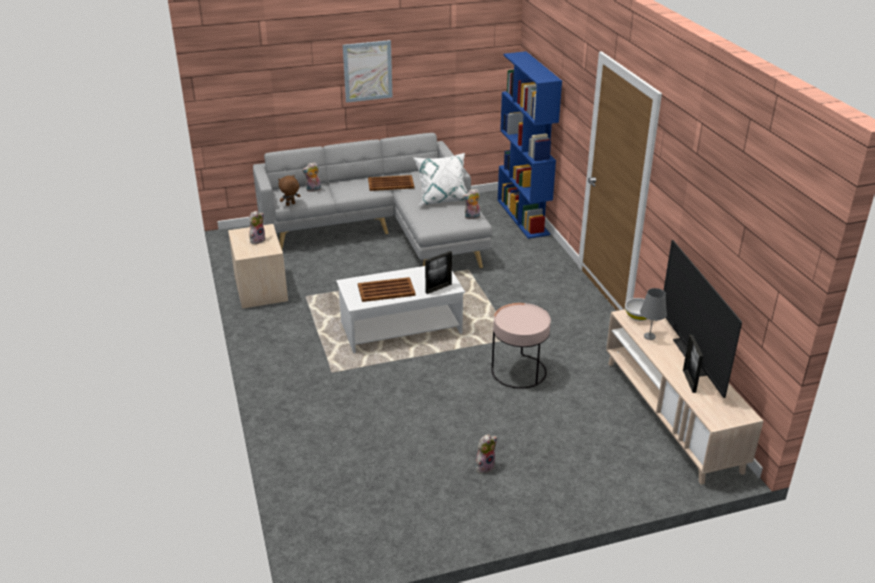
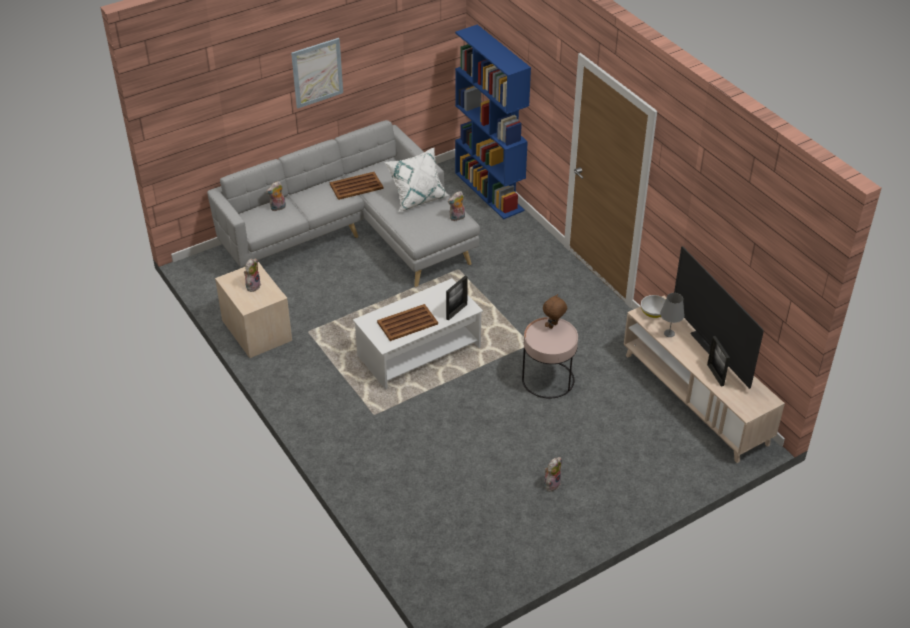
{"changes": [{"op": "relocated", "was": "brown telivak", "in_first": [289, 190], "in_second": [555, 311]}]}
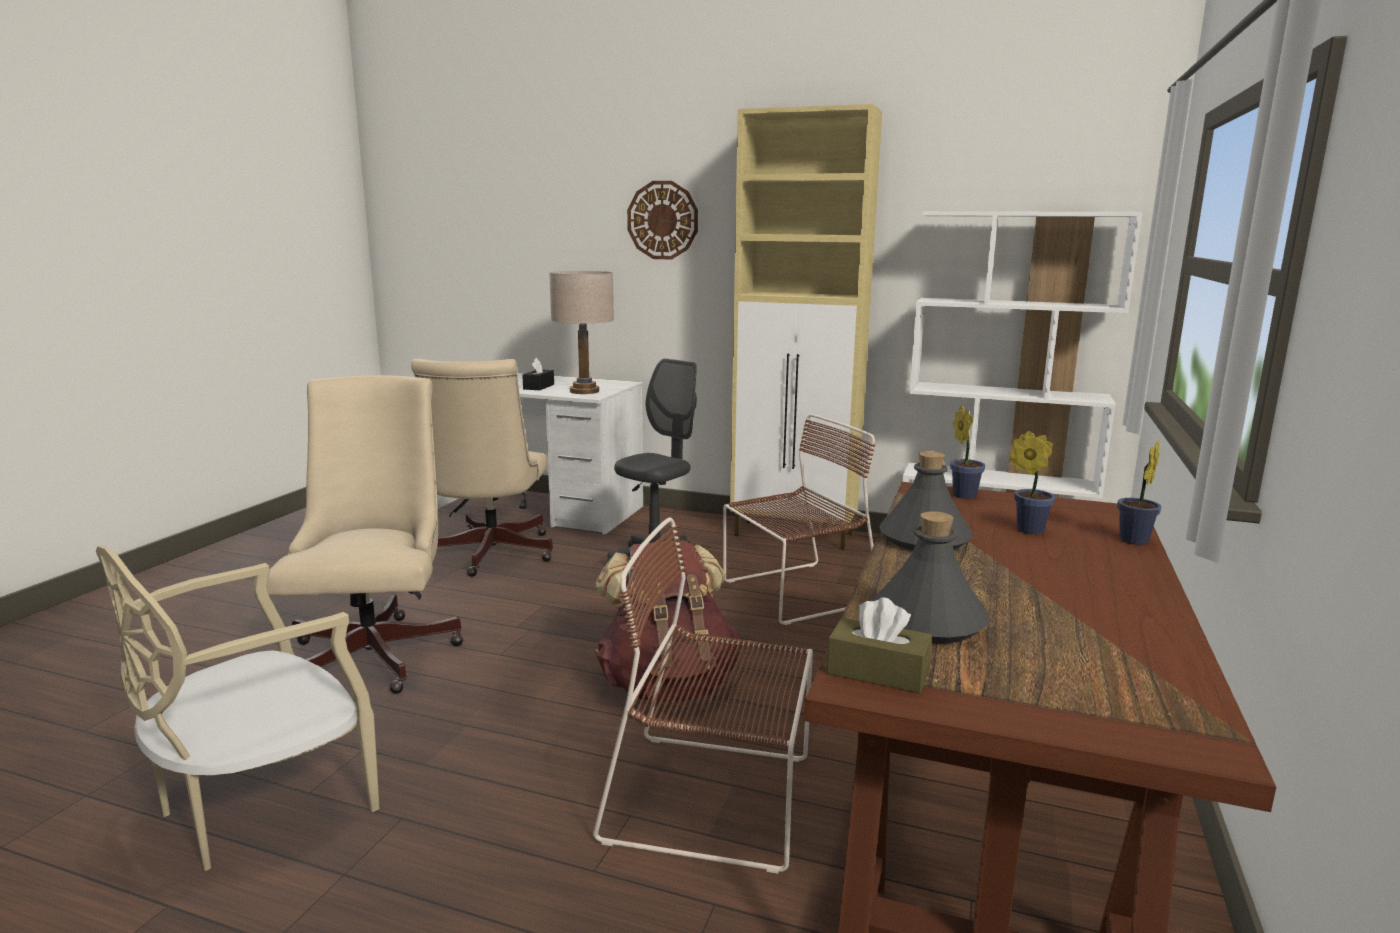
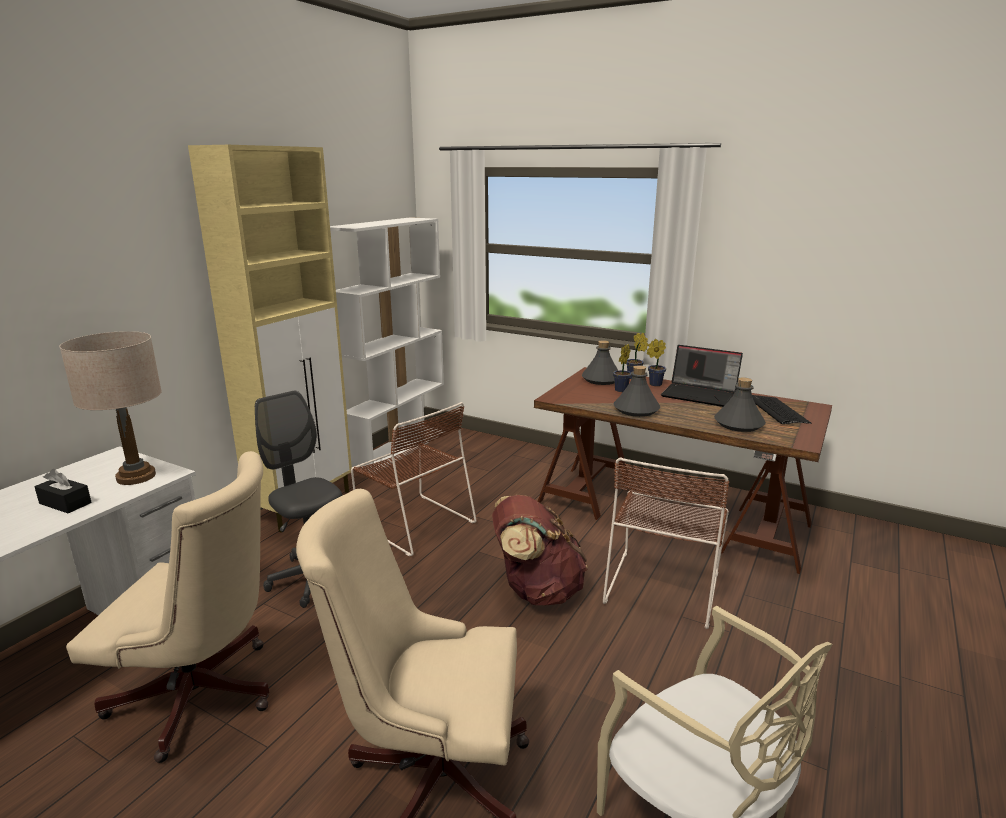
{"changes": [{"op": "spun", "was": "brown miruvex", "in_first": [799, 519], "in_second": [414, 479], "clockwise": 150}, {"op": "appeared", "now": "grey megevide", "in_second": [600, 362]}, {"op": "relocated", "was": "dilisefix", "in_first": [967, 452], "in_second": [656, 362]}, {"op": "appeared", "now": "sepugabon", "in_second": [702, 376]}, {"op": "appeared", "now": "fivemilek", "in_second": [781, 409]}, {"op": "missing", "was": "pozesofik", "in_first": [662, 220]}, {"op": "missing", "was": "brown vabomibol", "in_first": [879, 645]}]}
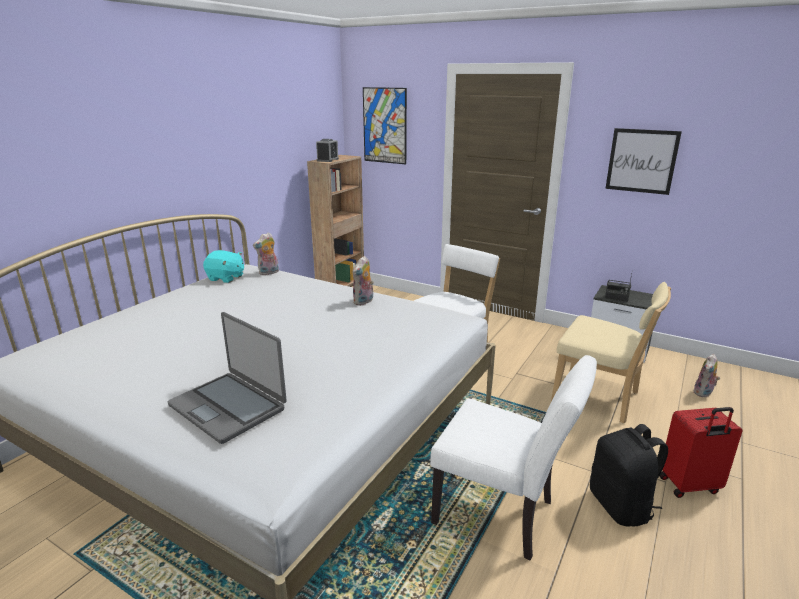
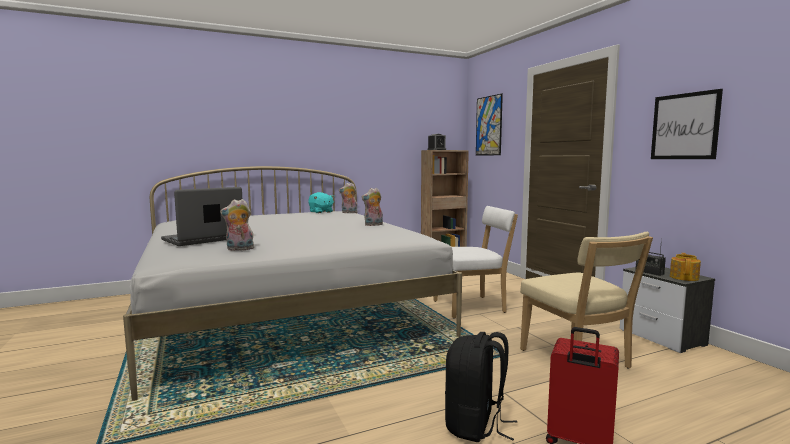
{"changes": [{"op": "spun", "was": "sepugabon", "in_first": [227, 378], "in_second": [201, 216], "clockwise": 60}, {"op": "relocated", "was": "telivak", "in_first": [707, 376], "in_second": [238, 225]}, {"op": "appeared", "now": "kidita", "in_second": [685, 267]}, {"op": "missing", "was": "white miruvex", "in_first": [513, 457]}]}
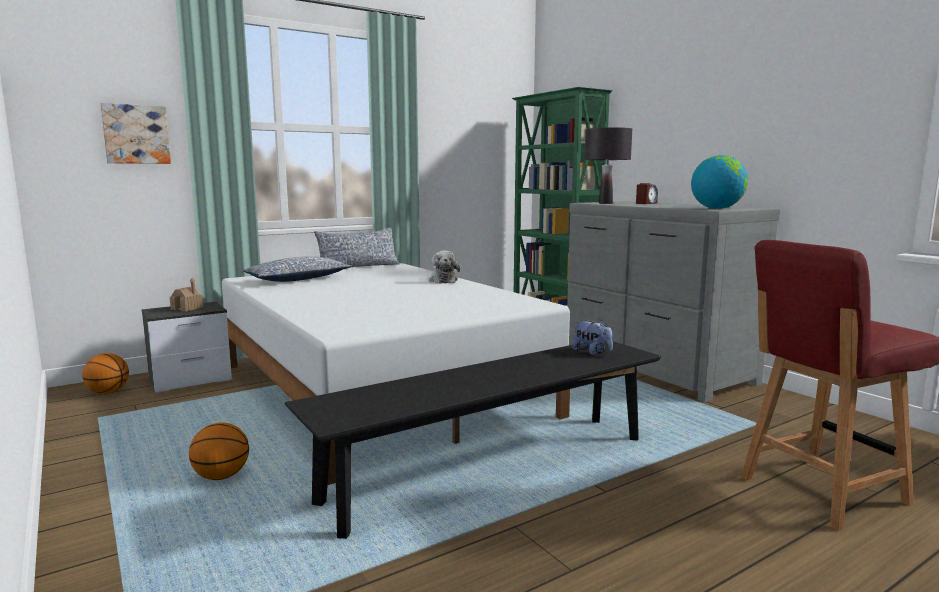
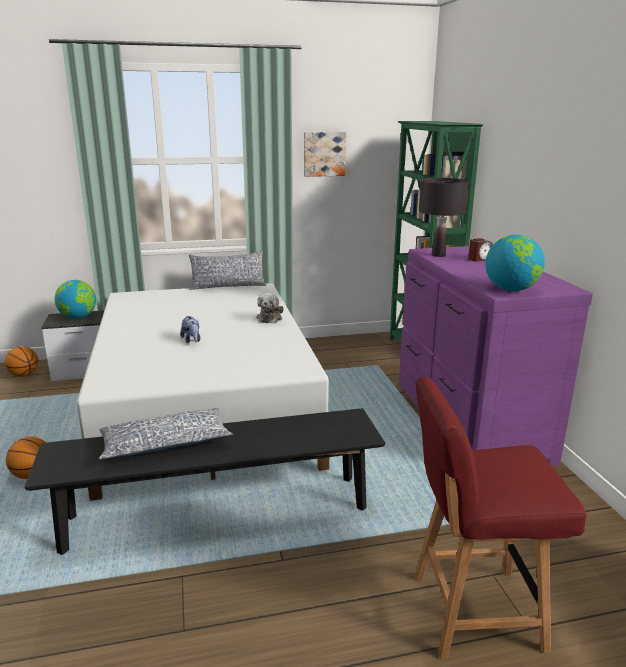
{"changes": [{"op": "exchanged", "was": "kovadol", "now": "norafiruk", "in_first": [186, 295], "in_second": [75, 299]}, {"op": "relocated", "was": "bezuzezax", "in_first": [297, 269], "in_second": [166, 434]}, {"op": "relocated", "was": "telivak", "in_first": [593, 337], "in_second": [190, 329]}, {"op": "relocated", "was": "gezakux", "in_first": [136, 133], "in_second": [325, 154]}, {"op": "colour", "was": "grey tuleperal", "now": "purple tuleperal", "in_first": [673, 301], "in_second": [496, 356]}]}
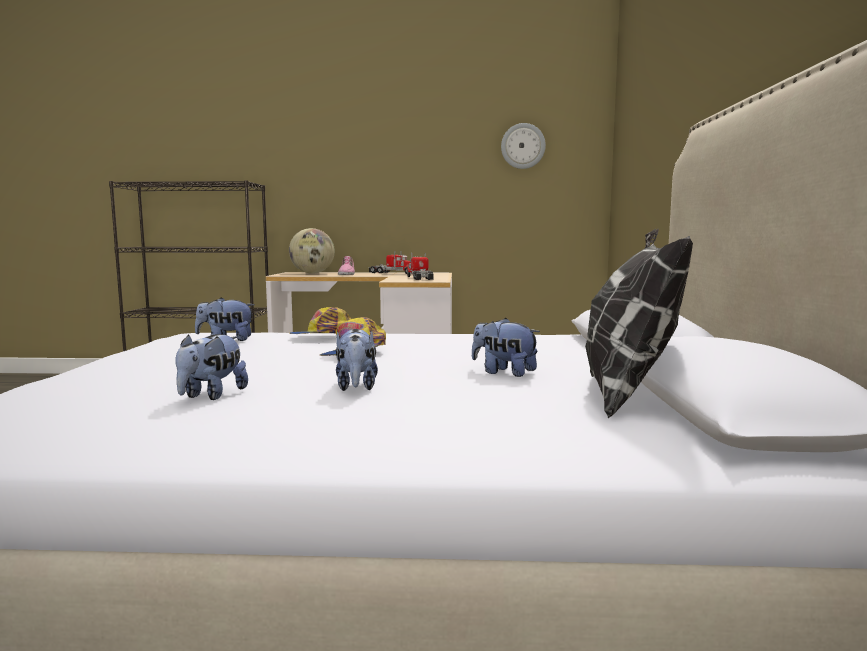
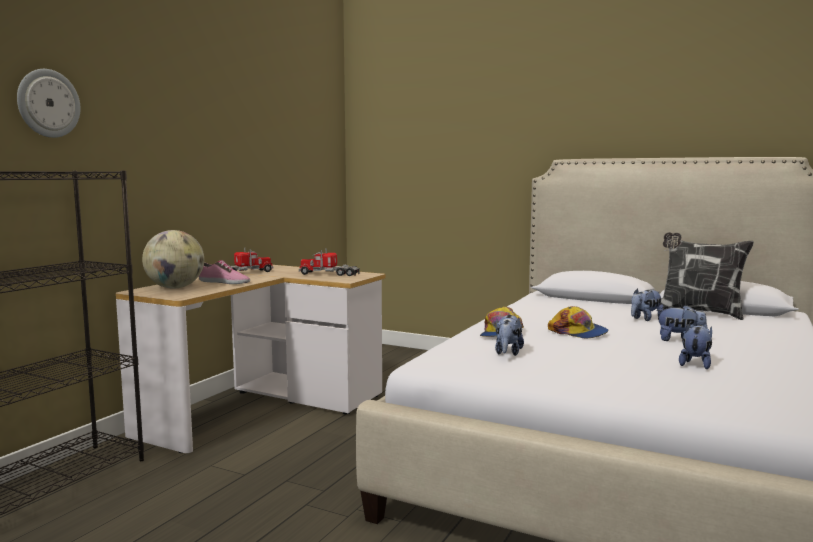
{"changes": [{"op": "relocated", "was": "pozesofik", "in_first": [523, 146], "in_second": [48, 103]}, {"op": "spun", "was": "telivak", "in_first": [212, 367], "in_second": [695, 346], "clockwise": -105}]}
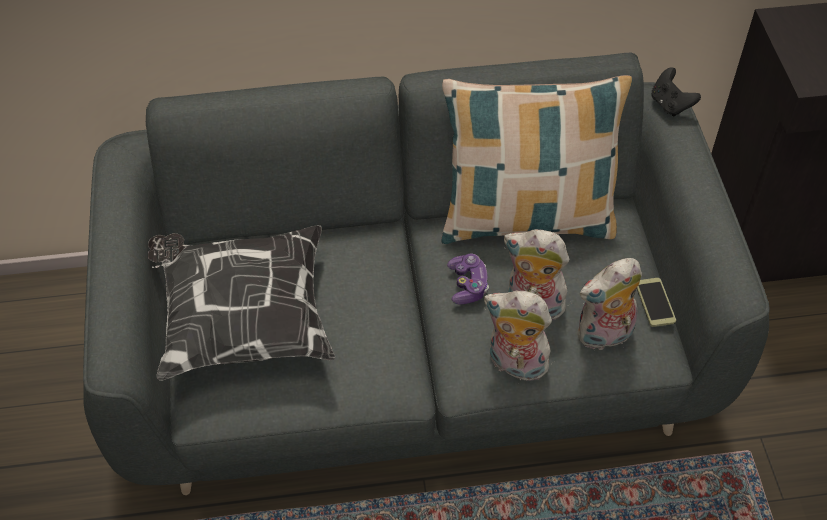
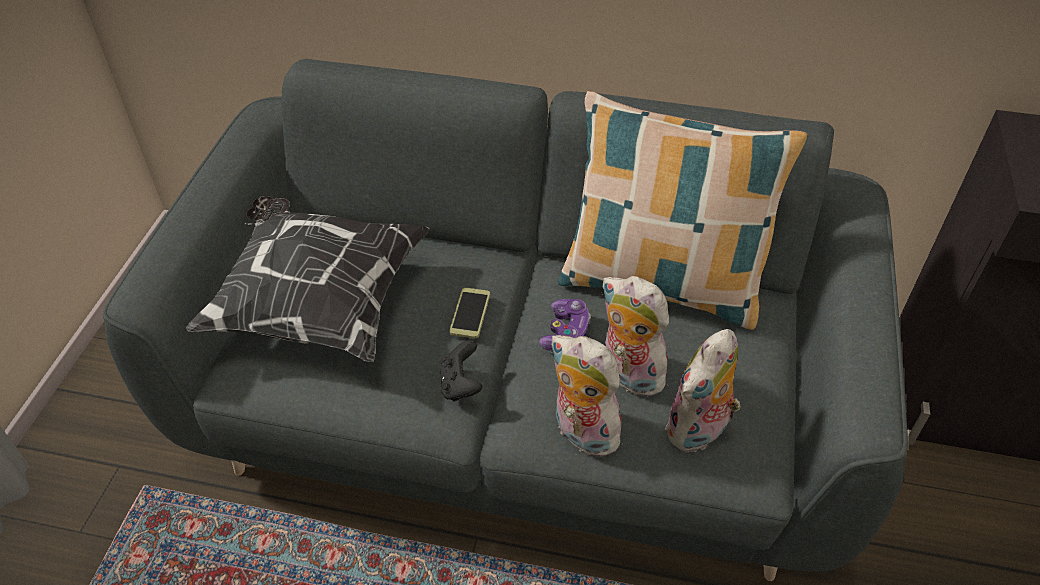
{"changes": [{"op": "relocated", "was": "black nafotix", "in_first": [676, 92], "in_second": [461, 370]}, {"op": "relocated", "was": "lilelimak", "in_first": [656, 302], "in_second": [469, 313]}, {"op": "spun", "was": "telivak", "in_first": [609, 304], "in_second": [703, 391], "clockwise": -45}]}
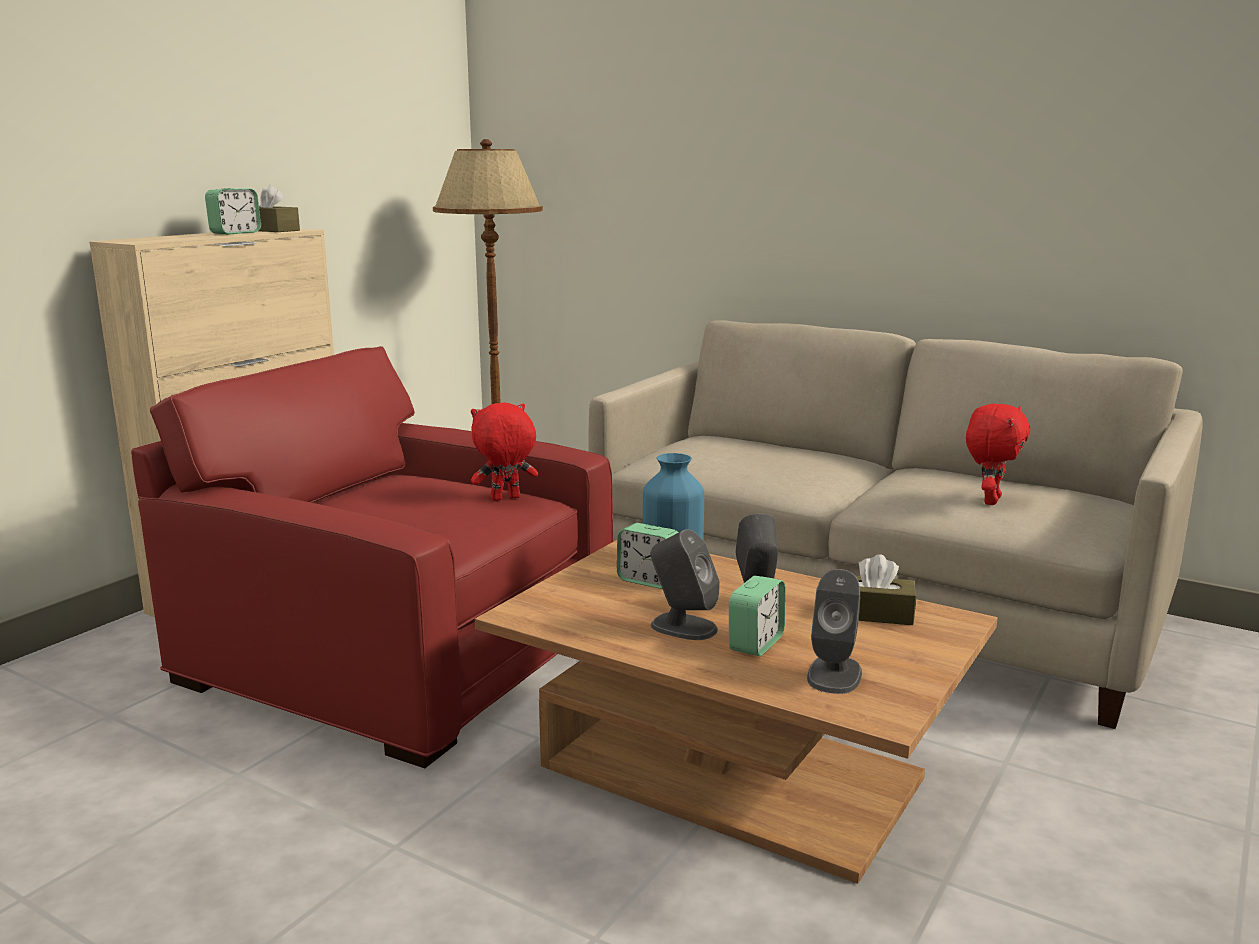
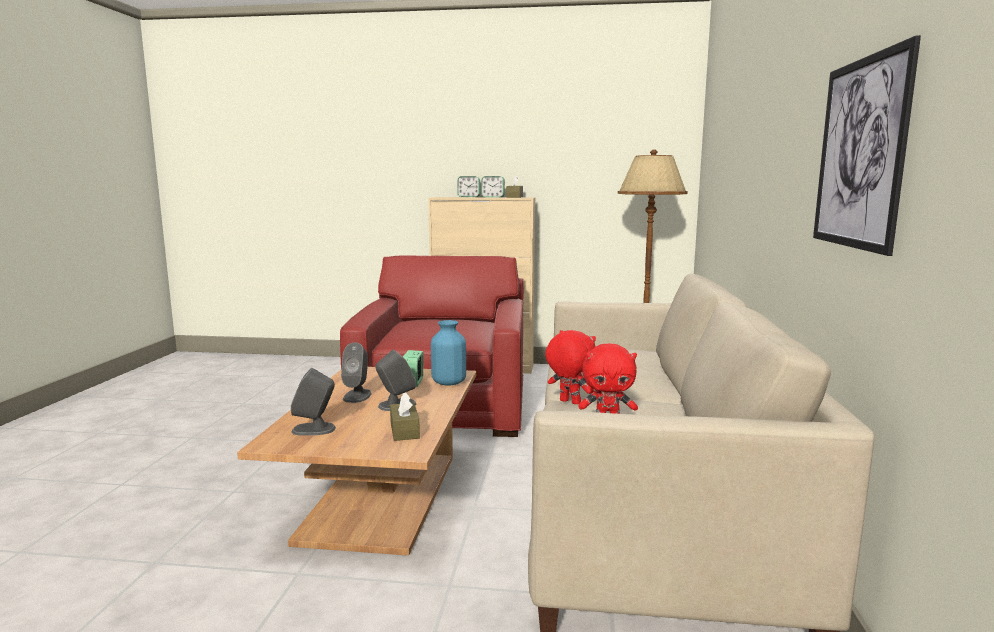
{"changes": [{"op": "relocated", "was": "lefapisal", "in_first": [757, 616], "in_second": [468, 186]}, {"op": "relocated", "was": "red telivak", "in_first": [504, 451], "in_second": [570, 367]}, {"op": "appeared", "now": "gezakux", "in_second": [867, 145]}]}
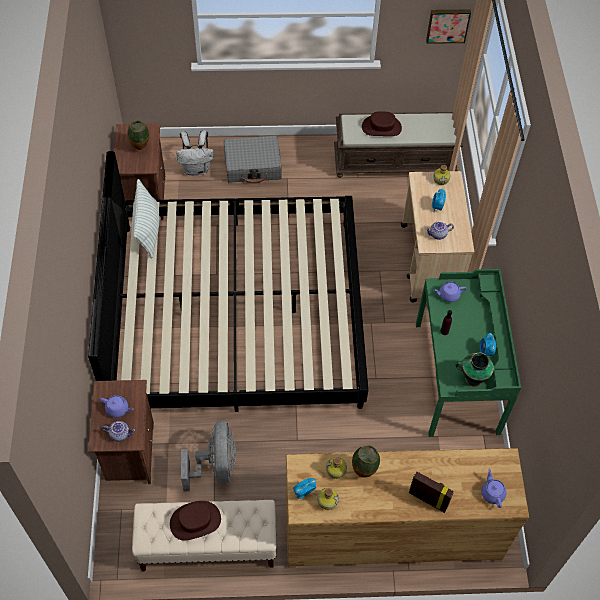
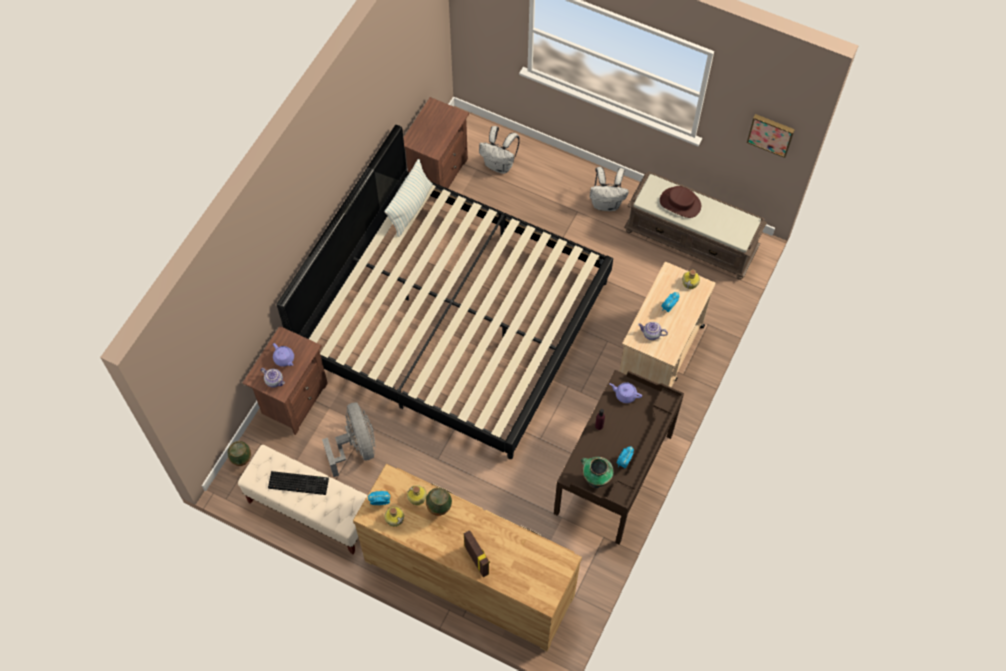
{"changes": [{"op": "relocated", "was": "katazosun", "in_first": [138, 135], "in_second": [239, 453]}, {"op": "exchanged", "was": "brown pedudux", "now": "fivemilek", "in_first": [195, 520], "in_second": [298, 483]}, {"op": "spun", "was": "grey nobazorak", "in_first": [208, 456], "in_second": [348, 439], "clockwise": -45}, {"op": "colour", "was": "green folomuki", "now": "brown folomuki", "in_first": [468, 353], "in_second": [619, 457]}, {"op": "appeared", "now": "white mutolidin", "in_second": [609, 189]}, {"op": "missing", "was": "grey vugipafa", "in_first": [253, 160]}, {"op": "missing", "was": "purple kidita", "in_first": [494, 488]}]}
